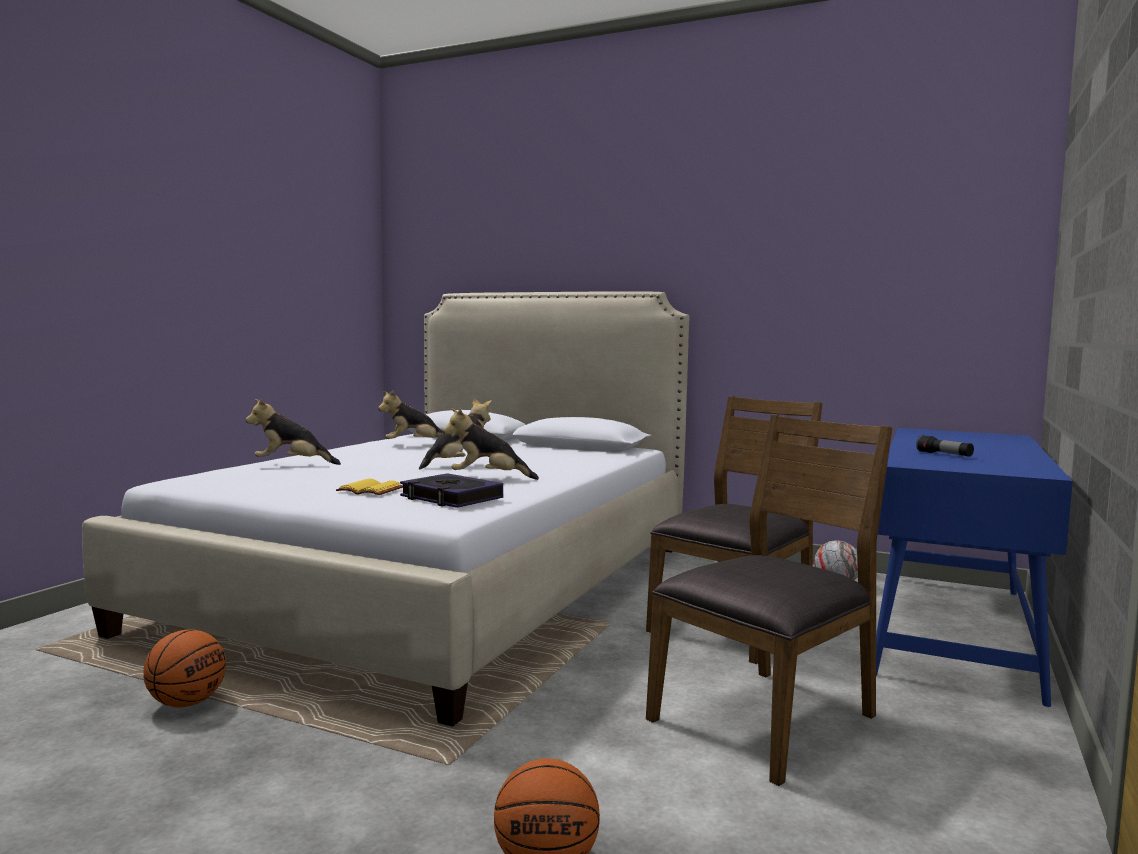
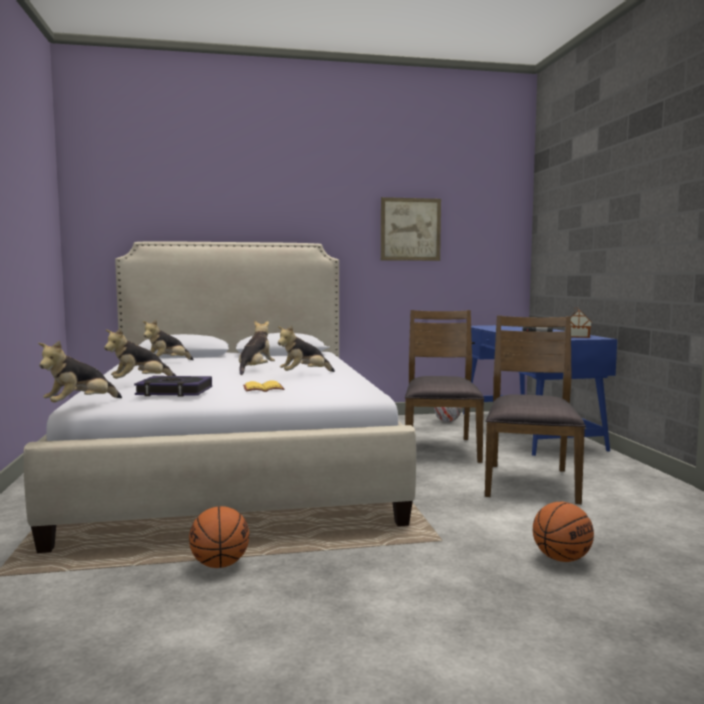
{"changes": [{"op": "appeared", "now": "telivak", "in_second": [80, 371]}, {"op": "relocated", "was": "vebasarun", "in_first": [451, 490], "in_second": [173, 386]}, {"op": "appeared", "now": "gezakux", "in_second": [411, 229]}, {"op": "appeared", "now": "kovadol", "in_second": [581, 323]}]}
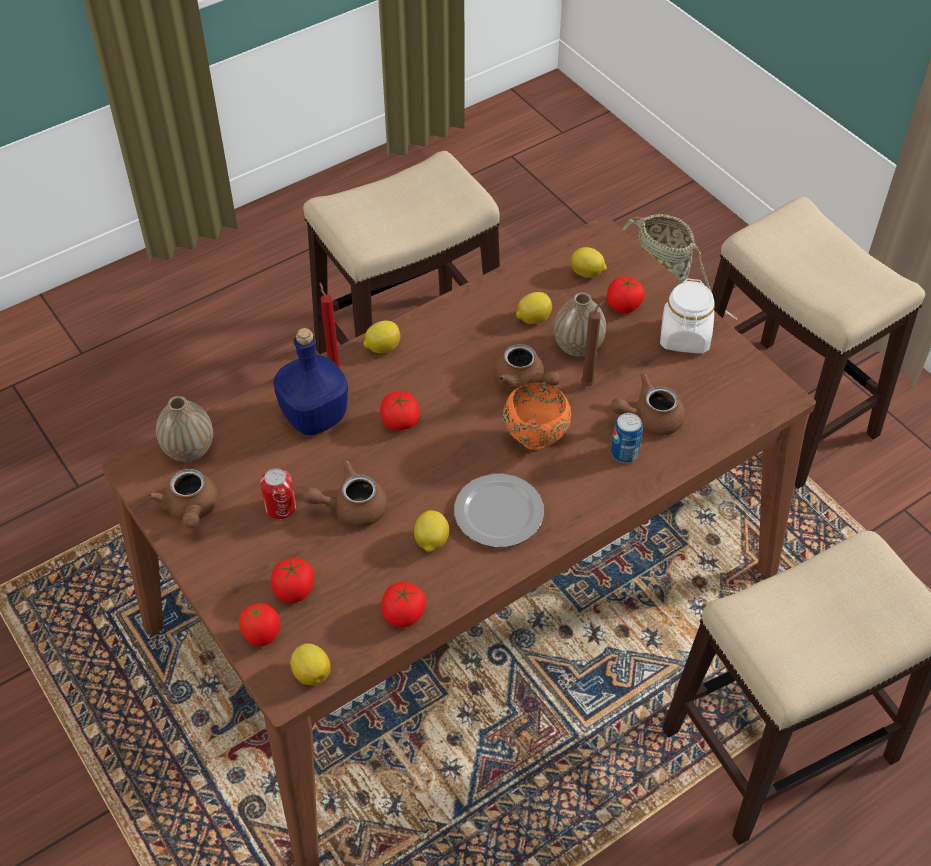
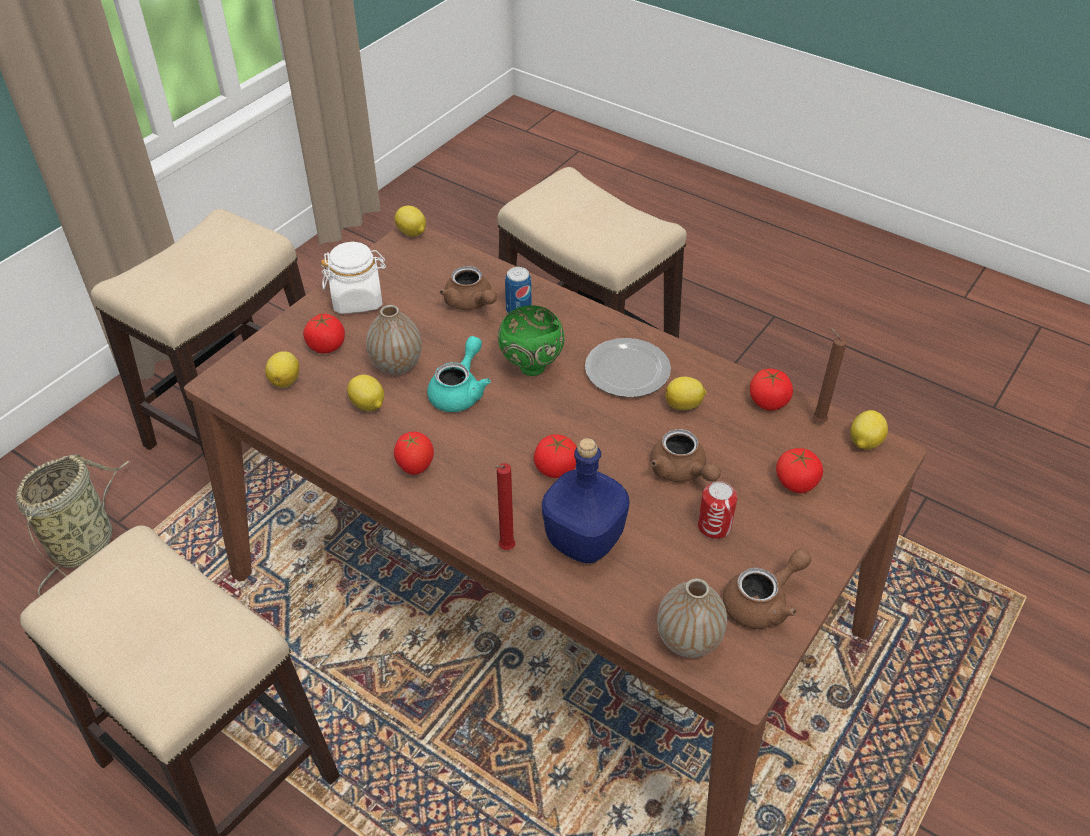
{"changes": [{"op": "relocated", "was": "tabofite", "in_first": [260, 624], "in_second": [414, 453]}, {"op": "relocated", "was": "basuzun", "in_first": [381, 337], "in_second": [410, 221]}, {"op": "colour", "was": "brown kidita", "now": "turquoise kidita", "in_first": [528, 367], "in_second": [459, 374]}, {"op": "colour", "was": "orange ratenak", "now": "green ratenak", "in_first": [537, 416], "in_second": [531, 340]}, {"op": "relocated", "was": "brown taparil", "in_first": [593, 343], "in_second": [830, 375]}]}
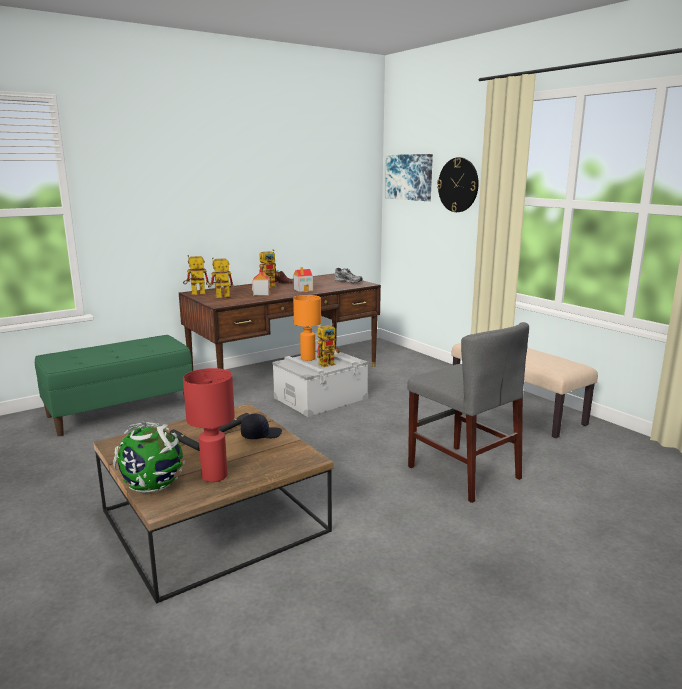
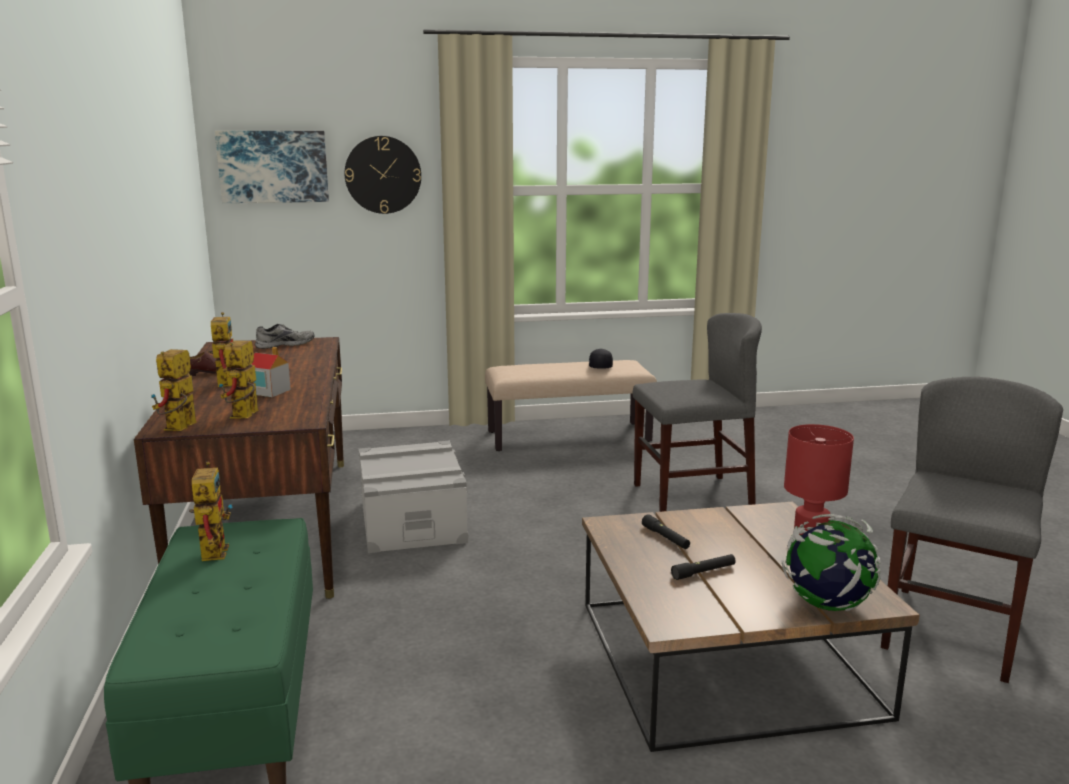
{"changes": [{"op": "relocated", "was": "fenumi", "in_first": [328, 345], "in_second": [210, 511]}, {"op": "relocated", "was": "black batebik", "in_first": [261, 426], "in_second": [601, 359]}, {"op": "appeared", "now": "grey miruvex", "in_second": [972, 530]}, {"op": "missing", "was": "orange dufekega", "in_first": [307, 328]}, {"op": "missing", "was": "kovadol", "in_first": [303, 279]}]}
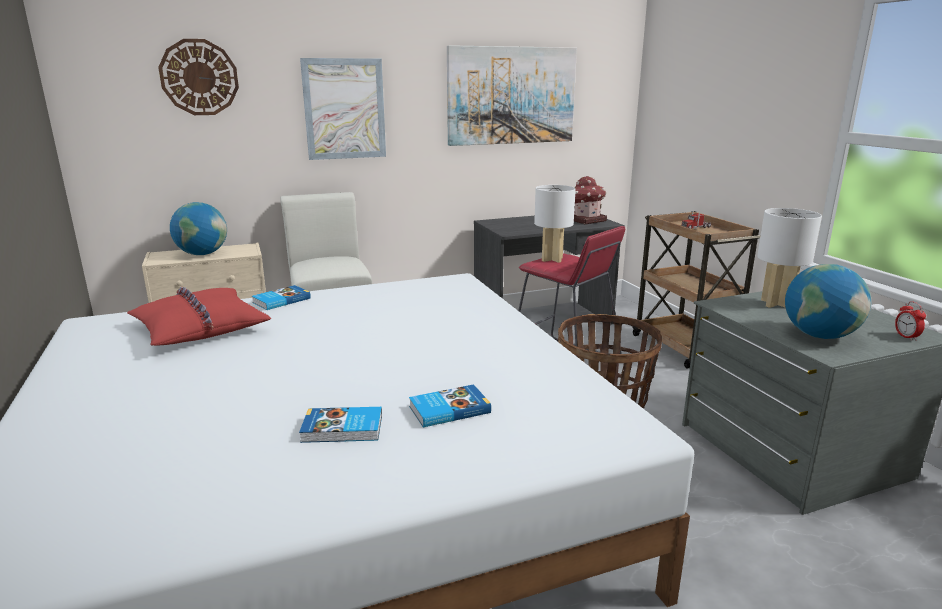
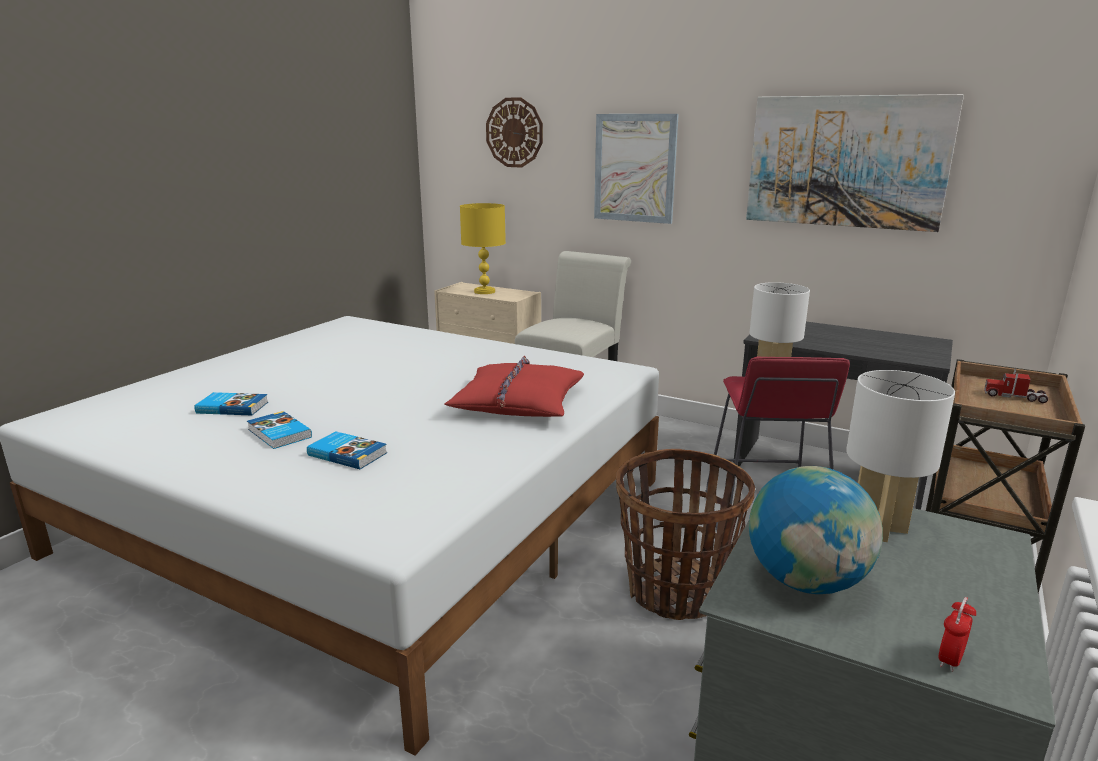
{"changes": [{"op": "relocated", "was": "vebasarun", "in_first": [281, 297], "in_second": [231, 404]}, {"op": "relocated", "was": "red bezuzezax", "in_first": [199, 316], "in_second": [514, 386]}, {"op": "exchanged", "was": "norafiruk", "now": "yellow dufekega", "in_first": [198, 228], "in_second": [483, 248]}, {"op": "missing", "was": "kovadol", "in_first": [590, 200]}]}
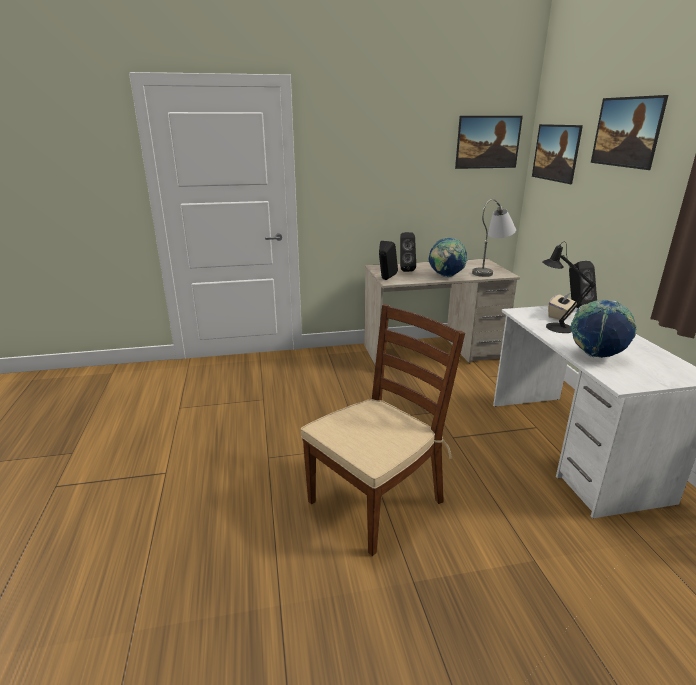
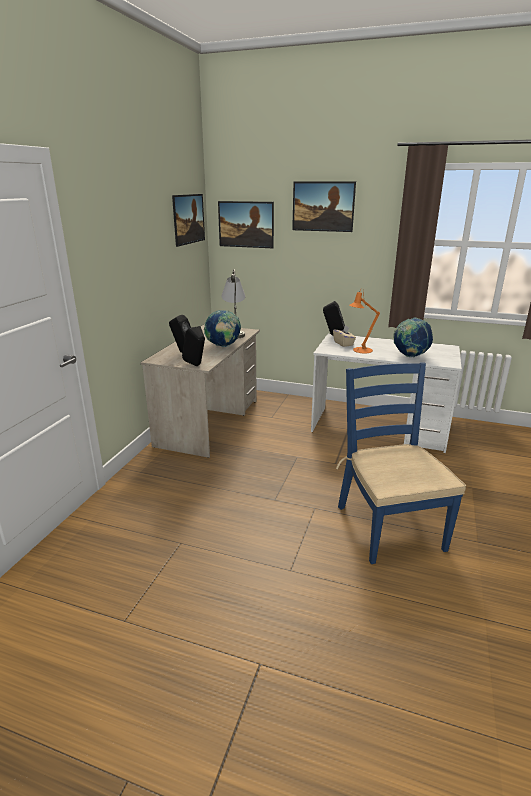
{"changes": [{"op": "colour", "was": "brown miruvex", "now": "blue miruvex", "in_first": [383, 430], "in_second": [401, 463]}, {"op": "colour", "was": "black dufekega", "now": "orange dufekega", "in_first": [569, 287], "in_second": [364, 320]}]}
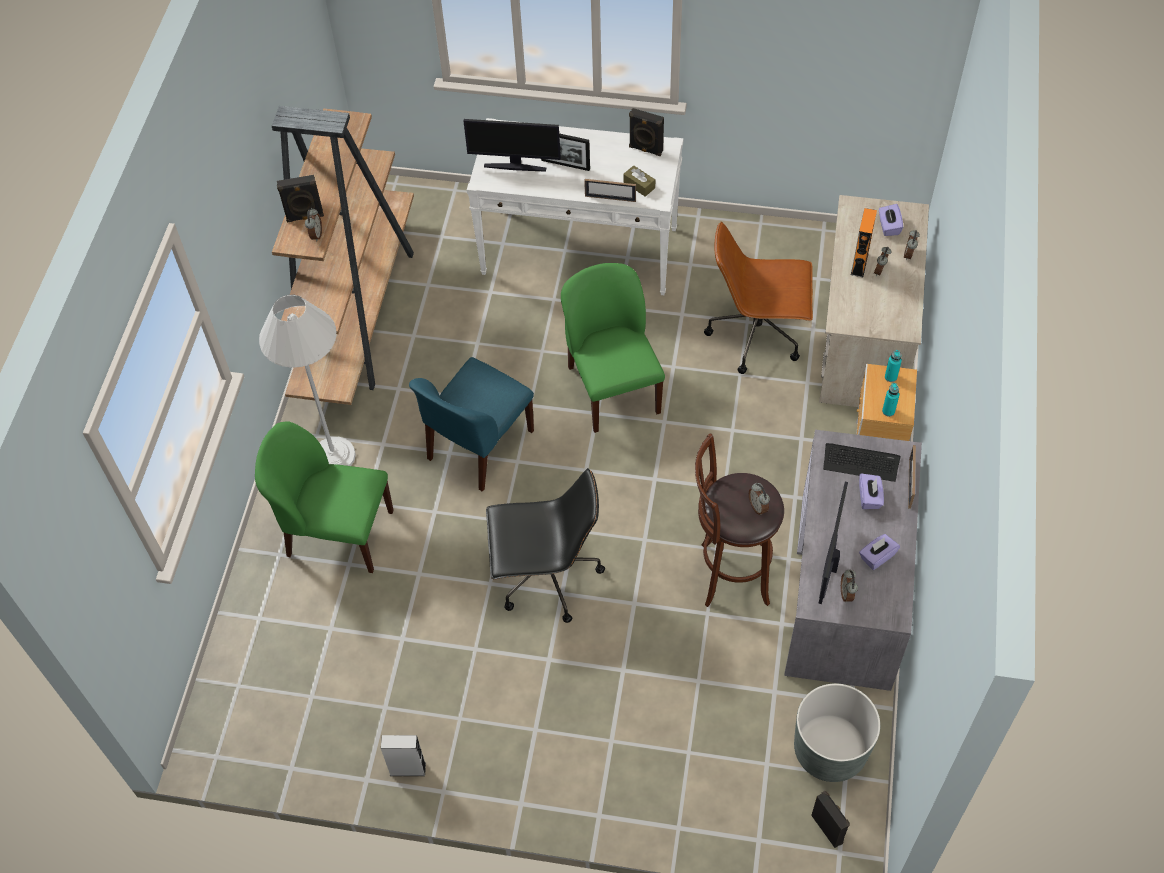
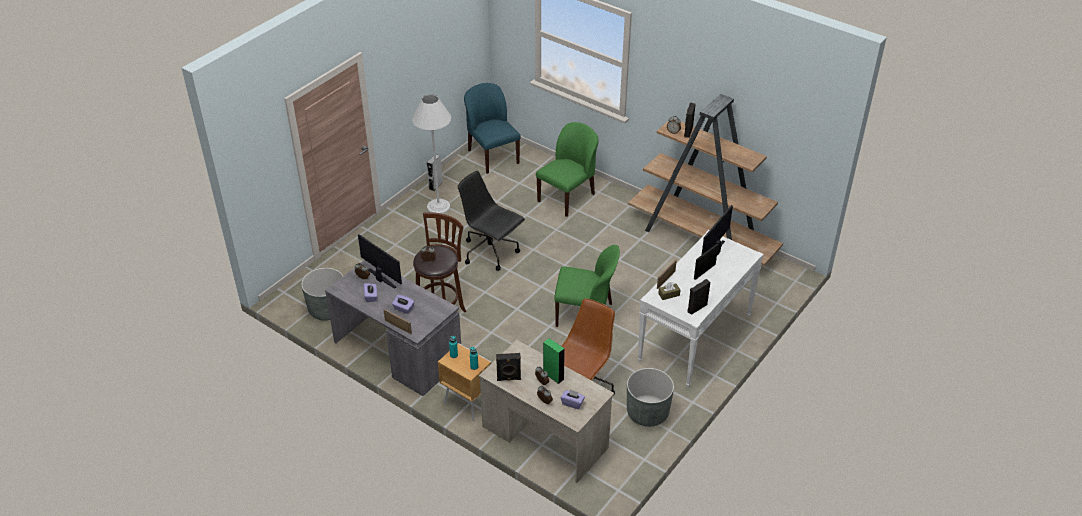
{"changes": [{"op": "relocated", "was": "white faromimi", "in_first": [307, 380], "in_second": [431, 154]}, {"op": "spun", "was": "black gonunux", "in_first": [545, 545], "in_second": [491, 221], "clockwise": 105}, {"op": "relocated", "was": "blue miruvex", "in_first": [471, 424], "in_second": [492, 128]}, {"op": "relocated", "was": "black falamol", "in_first": [830, 819], "in_second": [508, 367]}, {"op": "colour", "was": "orange falamol", "now": "green falamol", "in_first": [864, 242], "in_second": [554, 361]}, {"op": "appeared", "now": "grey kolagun", "in_second": [650, 397]}, {"op": "missing", "was": "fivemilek", "in_first": [862, 462]}]}
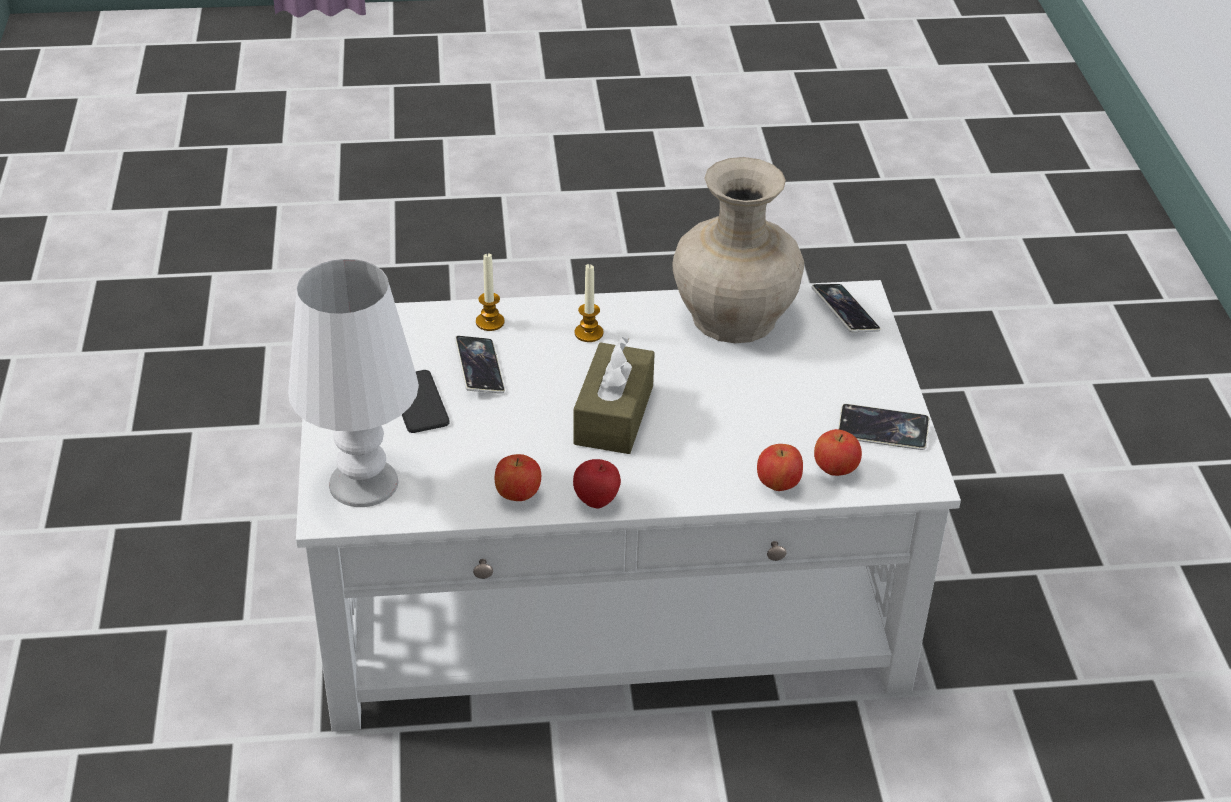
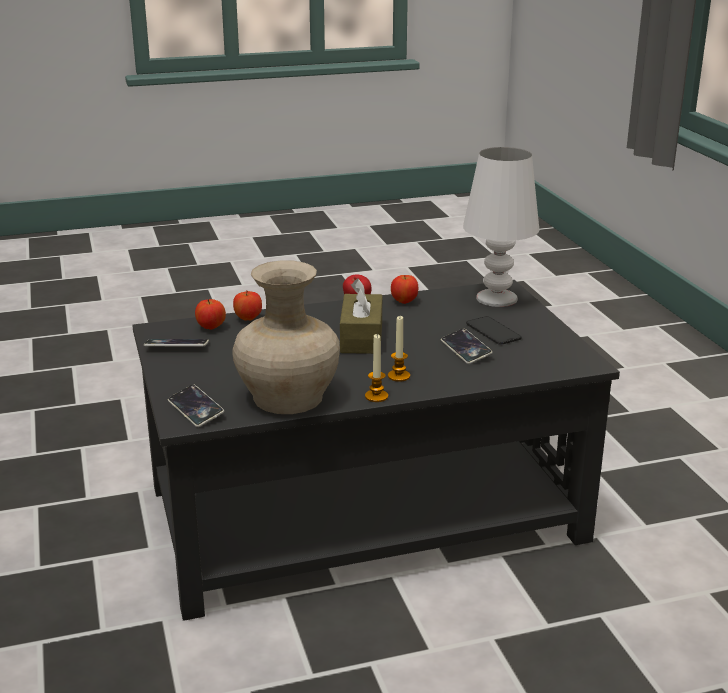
{"changes": [{"op": "colour", "was": "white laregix", "now": "black laregix", "in_first": [628, 505], "in_second": [376, 450]}, {"op": "relocated", "was": "taparil", "in_first": [490, 291], "in_second": [376, 368]}]}
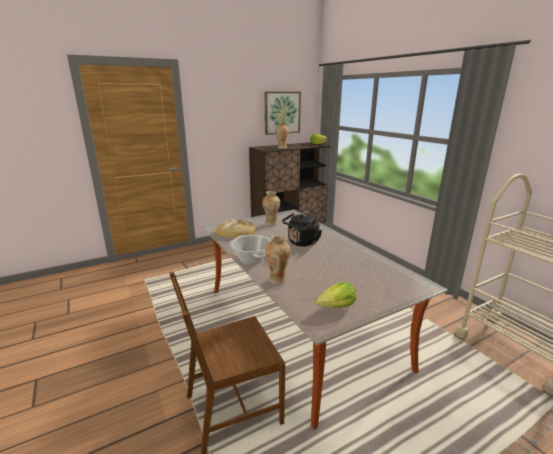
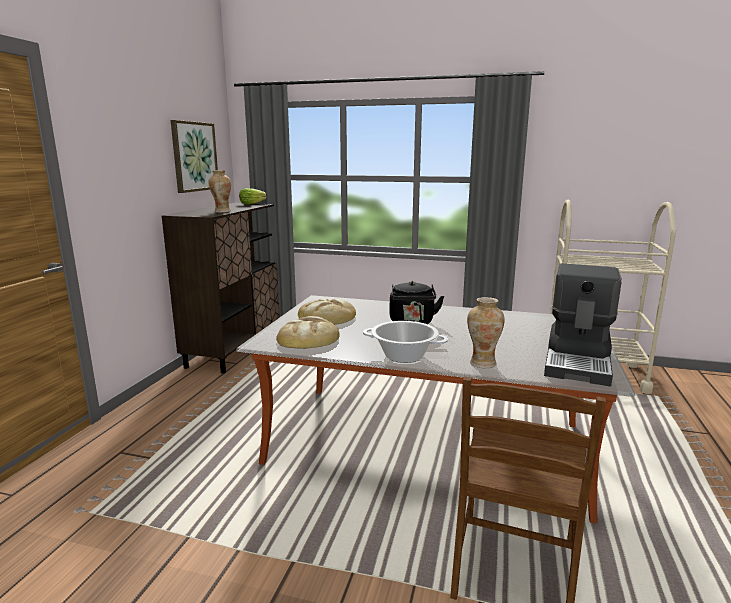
{"changes": [{"op": "exchanged", "was": "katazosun", "now": "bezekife", "in_first": [271, 208], "in_second": [327, 311]}, {"op": "exchanged", "was": "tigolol", "now": "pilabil", "in_first": [336, 295], "in_second": [583, 324]}]}
